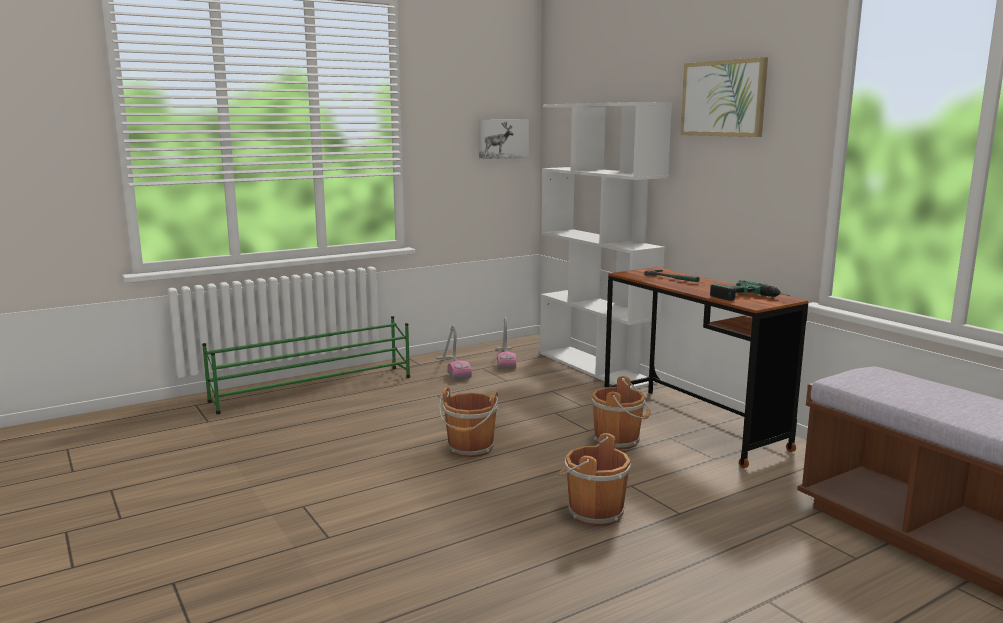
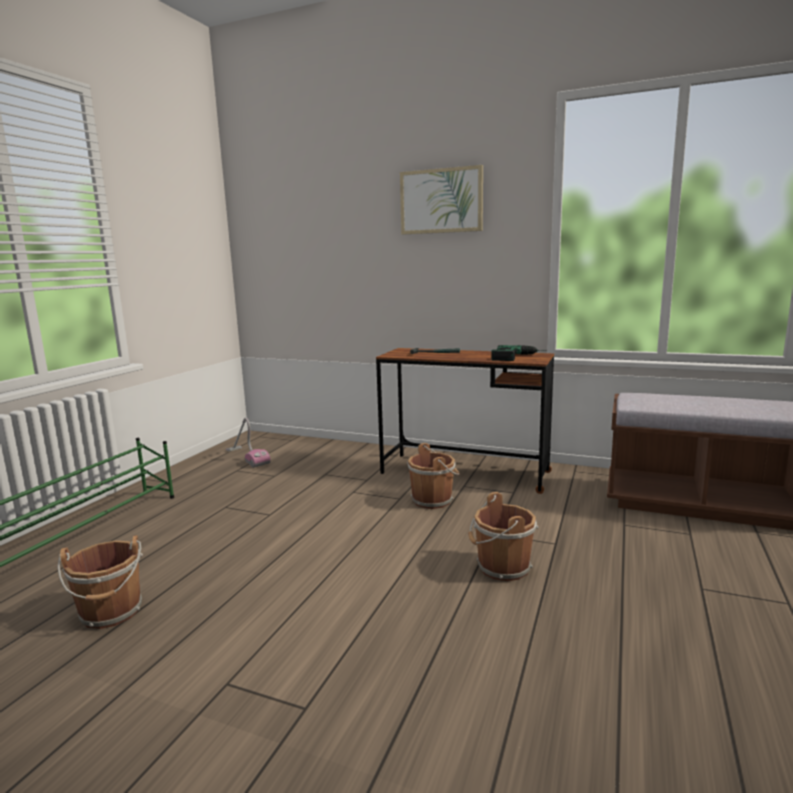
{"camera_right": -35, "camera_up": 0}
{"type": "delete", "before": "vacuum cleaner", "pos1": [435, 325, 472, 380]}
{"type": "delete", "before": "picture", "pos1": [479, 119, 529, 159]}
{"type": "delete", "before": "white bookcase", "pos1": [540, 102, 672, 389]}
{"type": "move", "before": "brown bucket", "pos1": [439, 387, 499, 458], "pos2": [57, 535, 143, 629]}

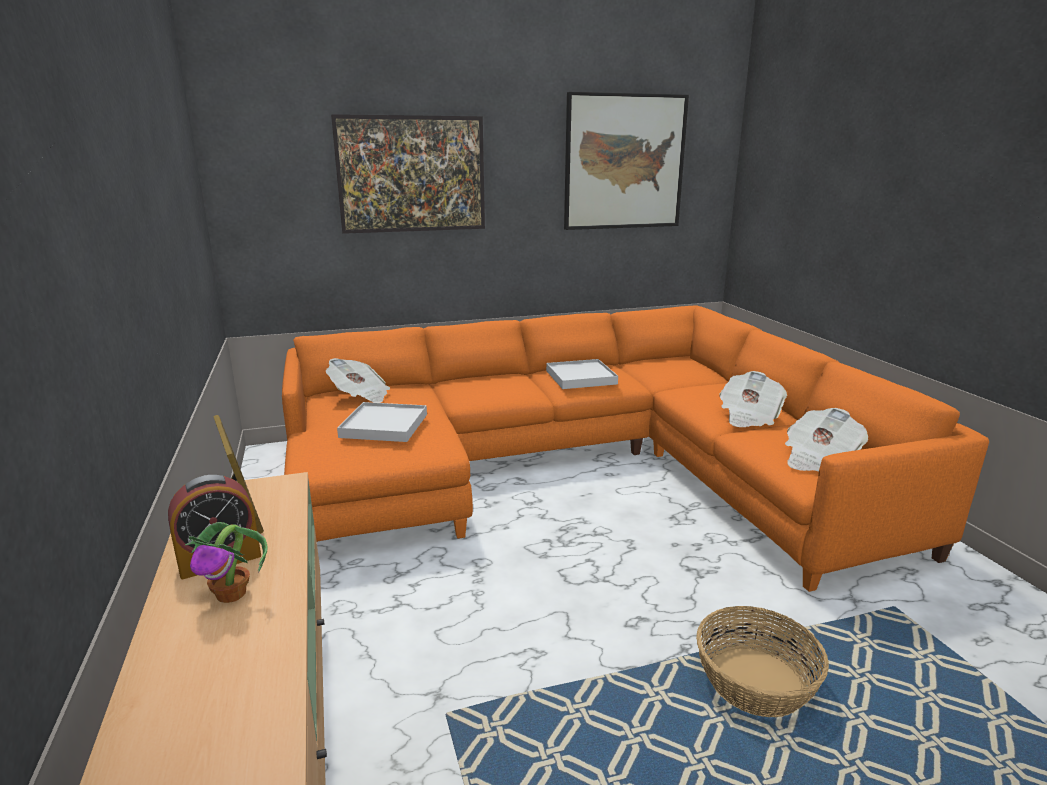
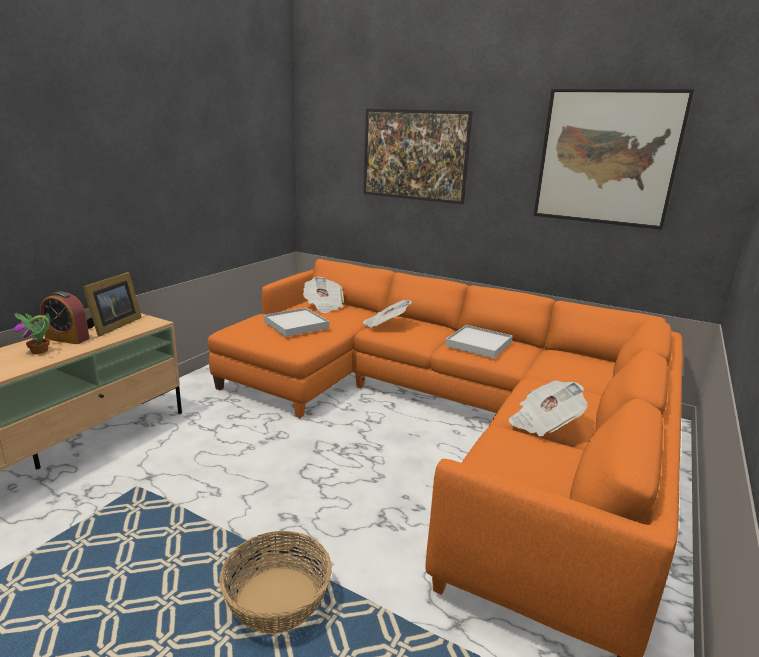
{"camera_right": 45, "camera_up": 0}
{"type": "move", "before": "newspaper", "pos1": [785, 408, 868, 471], "pos2": [363, 300, 412, 328]}

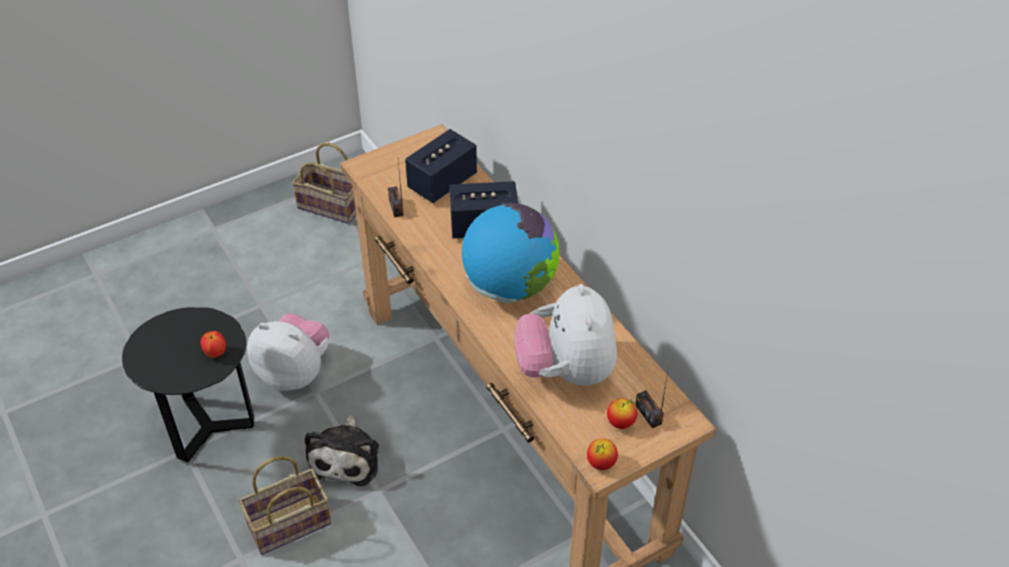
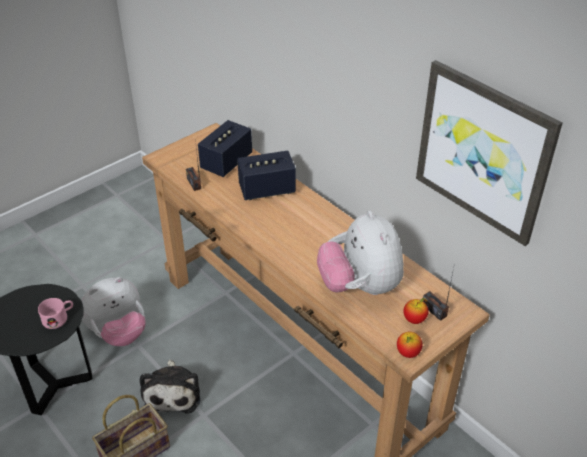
{"camera_right": -10, "camera_up": -5}
{"type": "delete", "before": "basket", "pos1": [292, 143, 356, 224]}
{"type": "delete", "before": "globe", "pos1": [462, 203, 560, 303]}
{"type": "insert", "after": "picture", "pos2": [416, 60, 562, 246]}
{"type": "replace", "before": "apple", "after": "pink mug", "pos1": [201, 331, 226, 358], "pos2": [38, 298, 73, 329]}
{"type": "rotate", "before": "plush toy", "pos1": [247, 313, 329, 391], "pos2": [81, 277, 146, 346], "turn": 135}

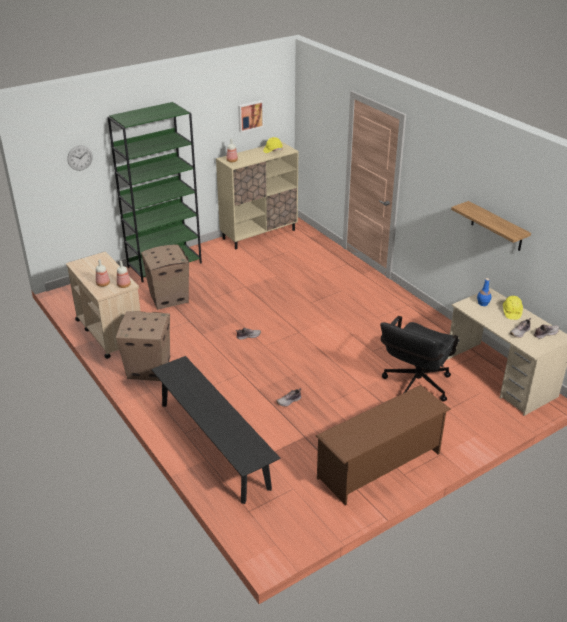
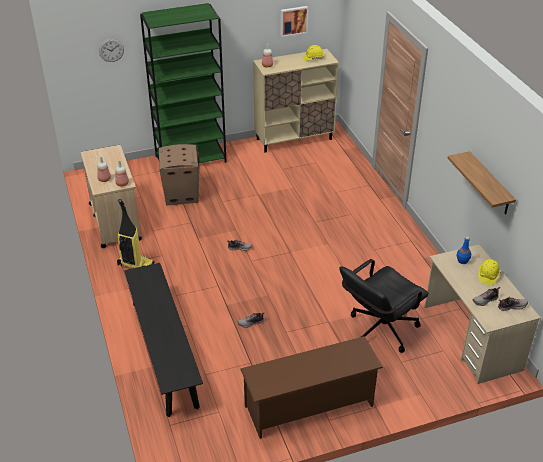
{"camera_right": 15, "camera_up": 5}
{"type": "replace", "before": "cardboard box", "after": "vacuum cleaner", "pos1": [116, 312, 170, 381], "pos2": [117, 199, 155, 269]}

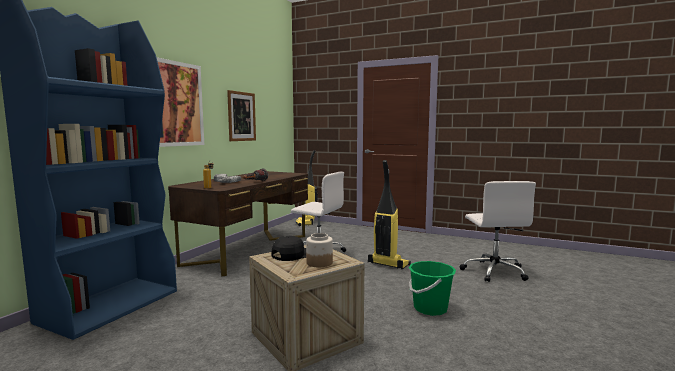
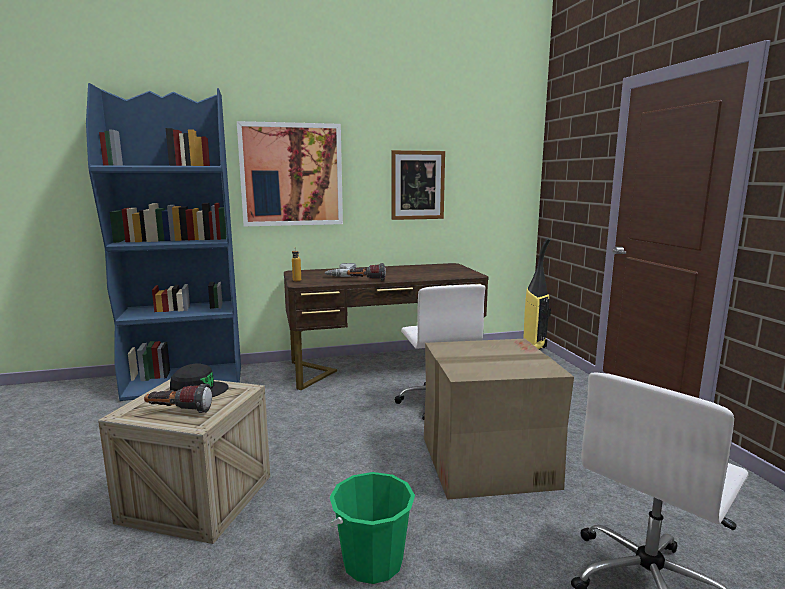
{"camera_right": 50, "camera_up": 5}
{"type": "replace", "before": "jar", "after": "flashlight", "pos1": [306, 233, 333, 267], "pos2": [144, 384, 212, 413]}
{"type": "replace", "before": "vacuum cleaner", "after": "cardboard box", "pos1": [368, 160, 411, 269], "pos2": [424, 339, 574, 500]}

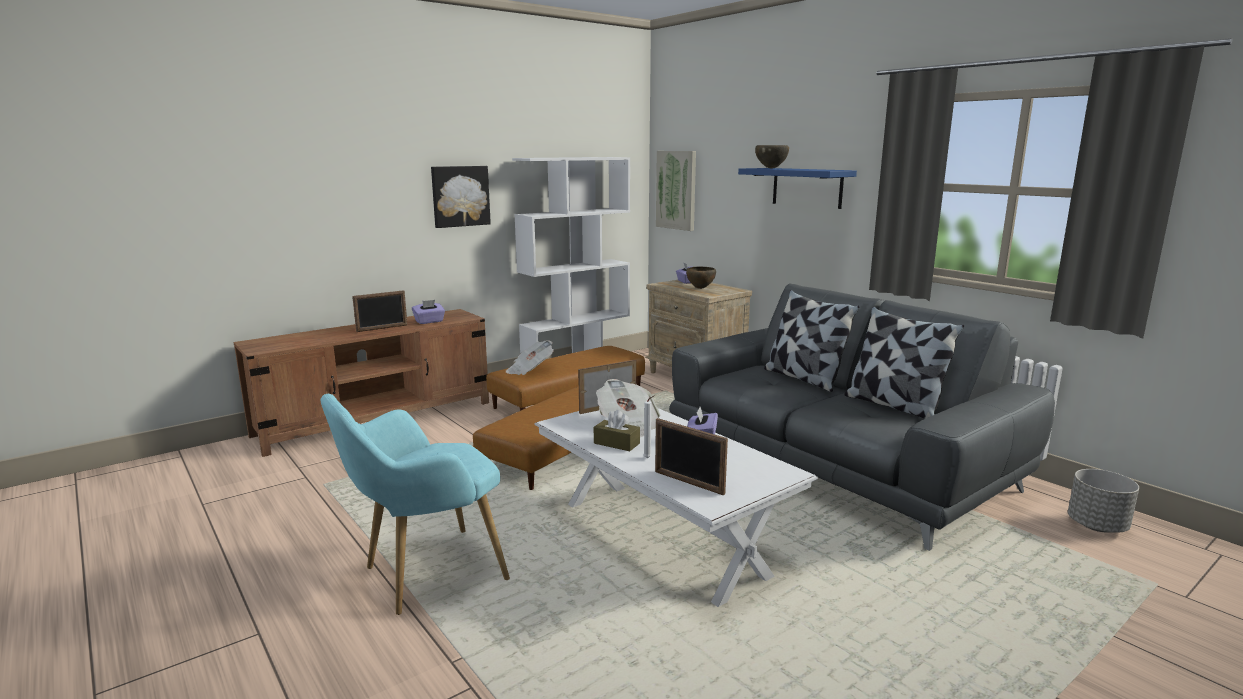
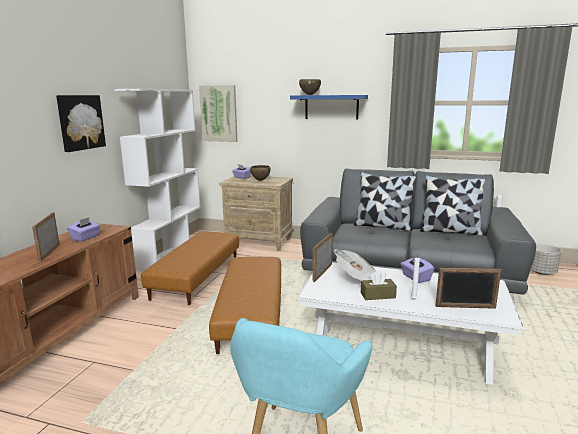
{"camera_right": -35, "camera_up": 0}
{"type": "delete", "before": "newspaper", "pos1": [506, 340, 553, 375]}
{"type": "rotate", "before": "picture frame", "pos1": [352, 290, 407, 332], "pos2": [32, 212, 60, 262], "turn": 150}

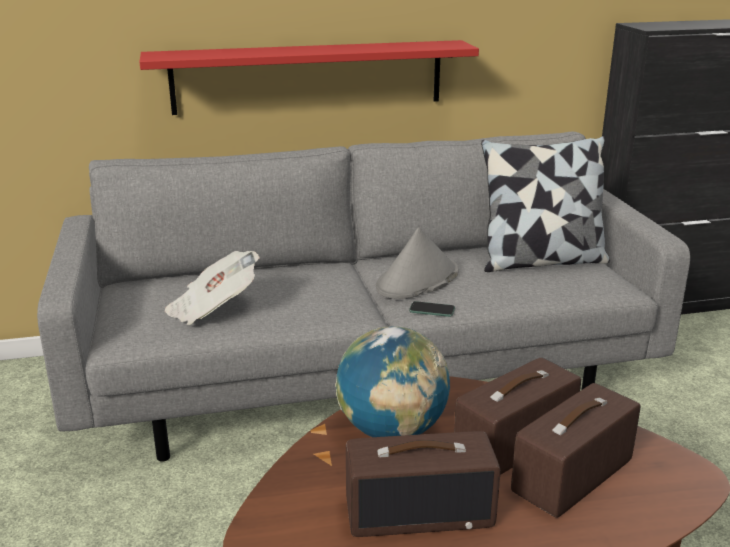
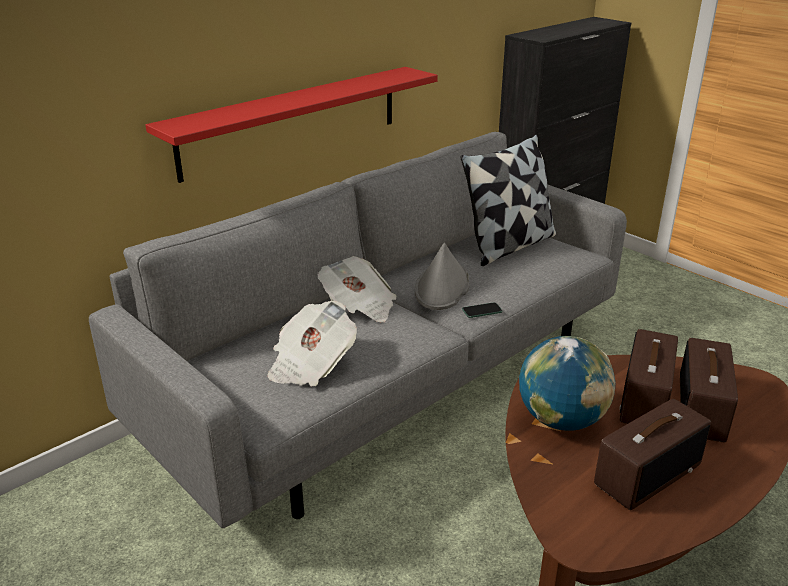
{"camera_right": -30, "camera_up": 5}
{"type": "insert", "after": "newspaper", "pos2": [317, 256, 397, 322]}

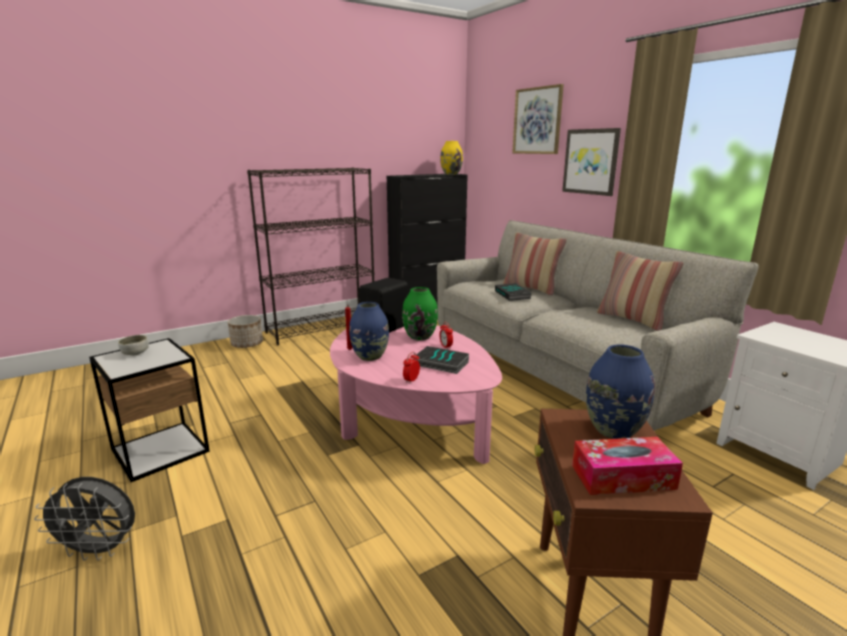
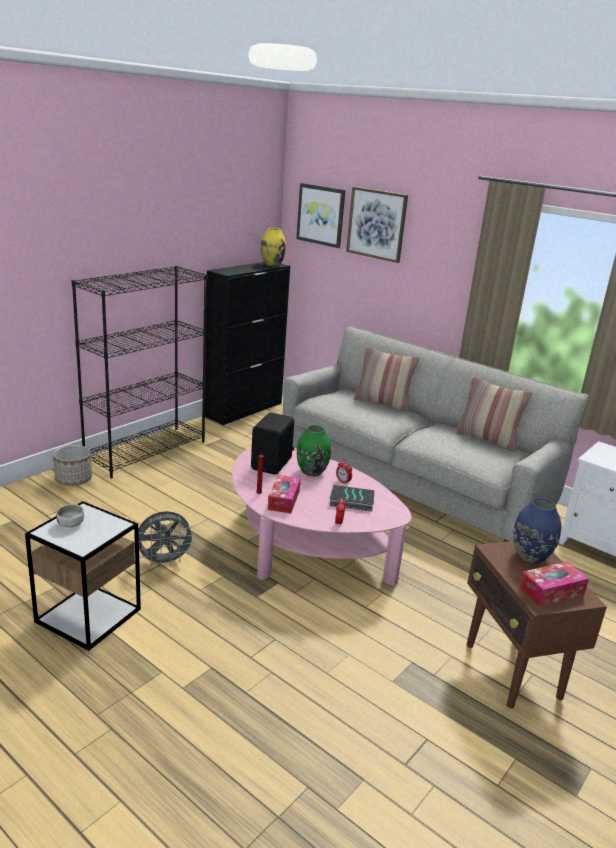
{"camera_right": -20, "camera_up": 5}
{"type": "delete", "before": "book", "pos1": [495, 283, 532, 301]}
{"type": "move", "before": "grey fan", "pos1": [34, 477, 135, 561], "pos2": [134, 511, 196, 567]}
{"type": "move", "before": "picture", "pos1": [562, 128, 621, 196], "pos2": [296, 183, 345, 248]}
{"type": "replace", "before": "blue vase", "after": "tissue box", "pos1": [349, 302, 389, 361], "pos2": [268, 475, 301, 513]}

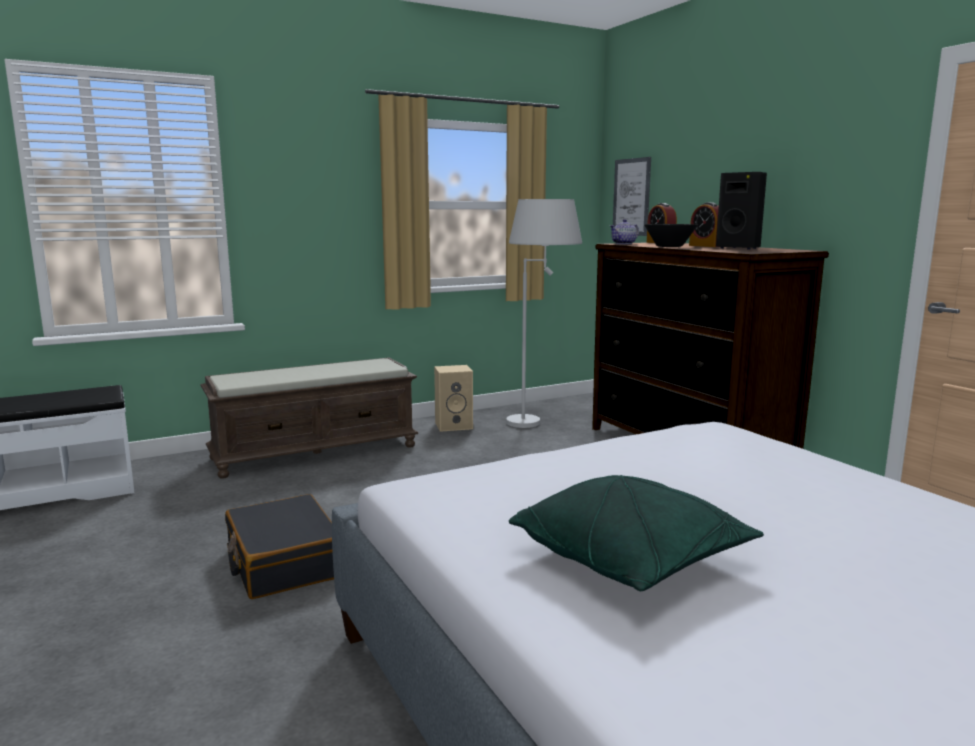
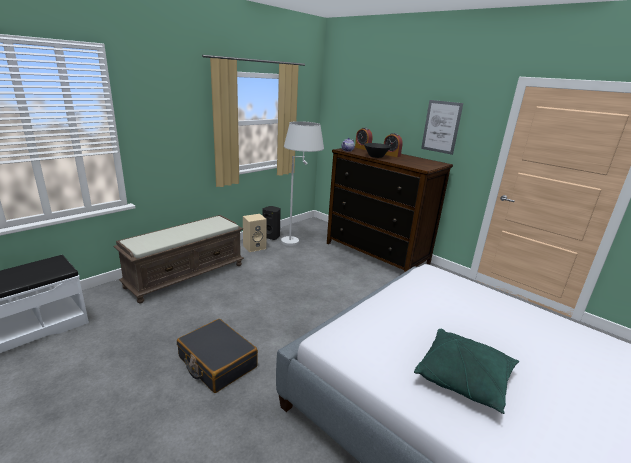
{"camera_right": -20, "camera_up": 10}
{"type": "move", "before": "picture", "pos1": [613, 157, 651, 236], "pos2": [421, 100, 463, 155]}
{"type": "move", "before": "black speaker", "pos1": [716, 172, 767, 250], "pos2": [262, 206, 281, 240]}

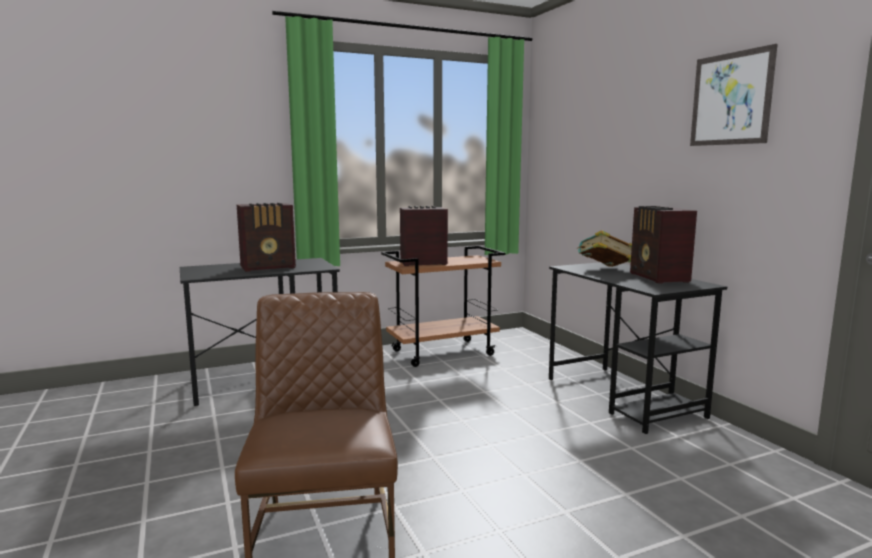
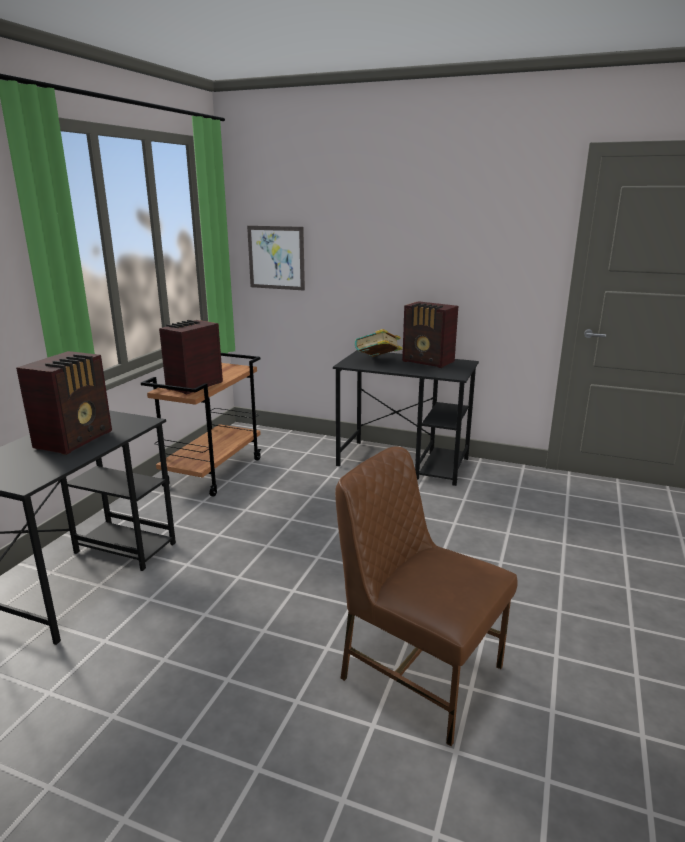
{"camera_right": -45, "camera_up": 10}
{"type": "move", "before": "picture", "pos1": [690, 44, 778, 146], "pos2": [247, 226, 305, 290]}

